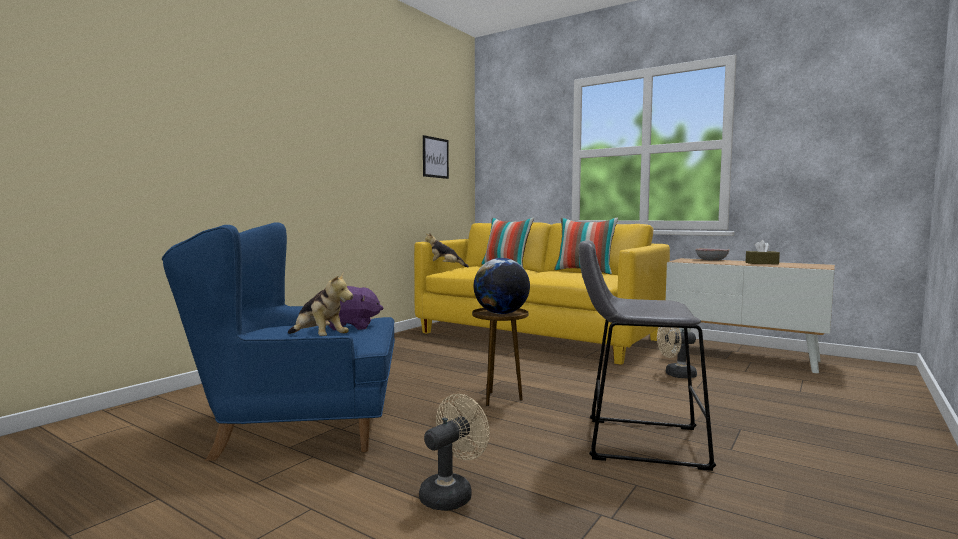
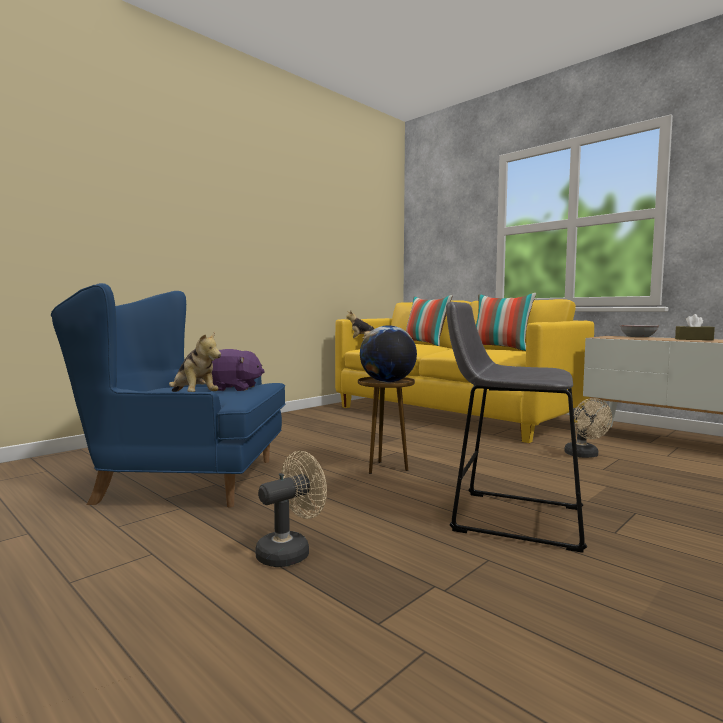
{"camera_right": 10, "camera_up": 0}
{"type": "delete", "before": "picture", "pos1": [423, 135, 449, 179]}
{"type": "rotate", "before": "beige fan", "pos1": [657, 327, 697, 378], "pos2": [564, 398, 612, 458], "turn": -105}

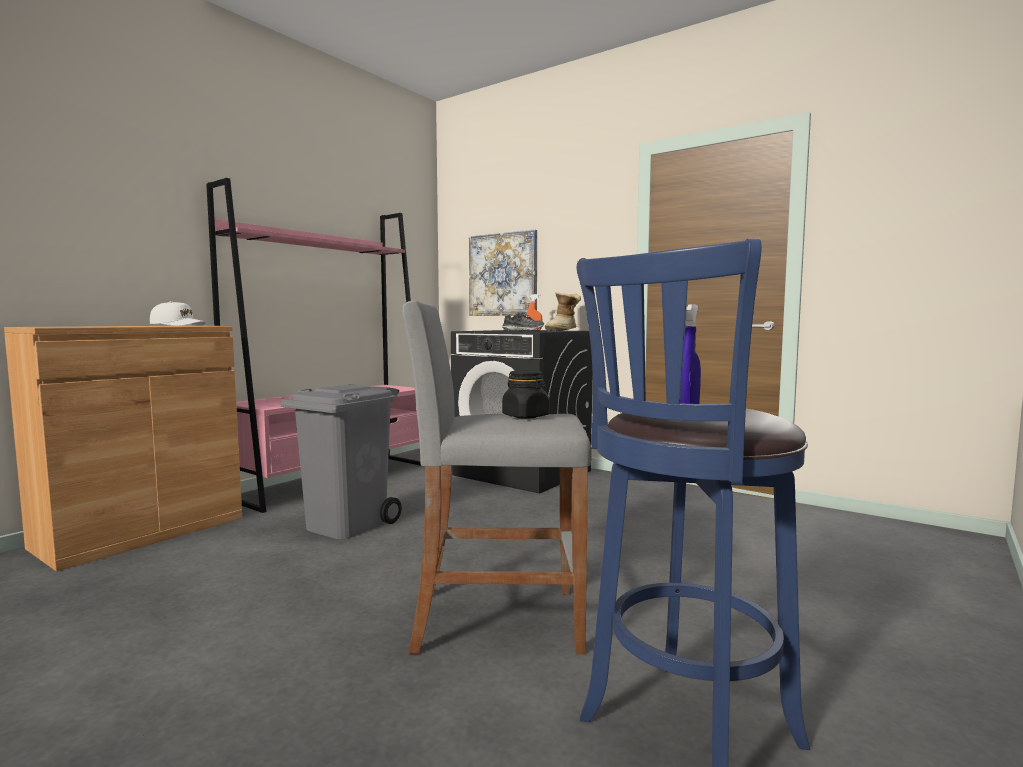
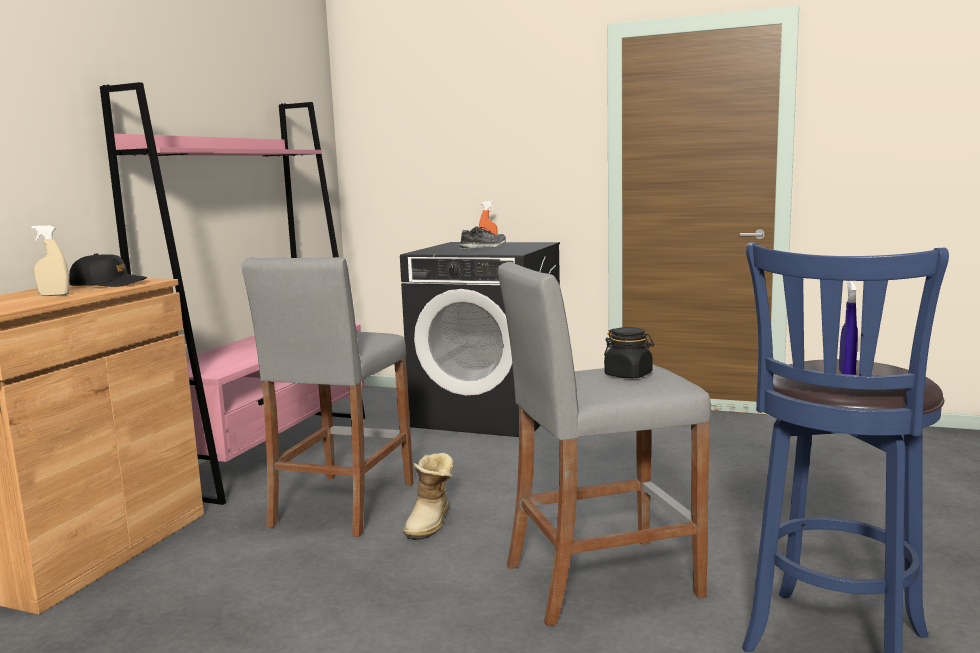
{"camera_right": -15, "camera_up": 5}
{"type": "delete", "before": "picture", "pos1": [469, 229, 537, 316]}
{"type": "insert", "after": "beige spray bottle", "pos2": [32, 225, 69, 296]}
{"type": "move", "before": "boot", "pos1": [545, 292, 581, 331], "pos2": [403, 453, 454, 541]}
{"type": "replace", "before": "grey trash can", "after": "grey stool", "pos1": [280, 384, 402, 539], "pos2": [242, 257, 414, 537]}
{"type": "recolor", "before": "white cap", "after": "black cap", "pos1": [150, 301, 206, 326], "pos2": [69, 253, 147, 287]}

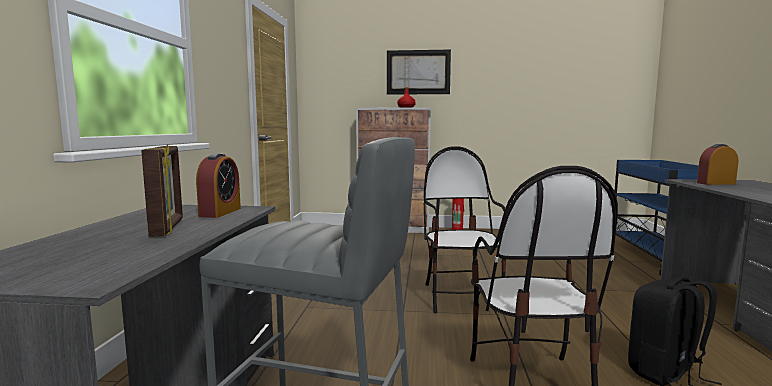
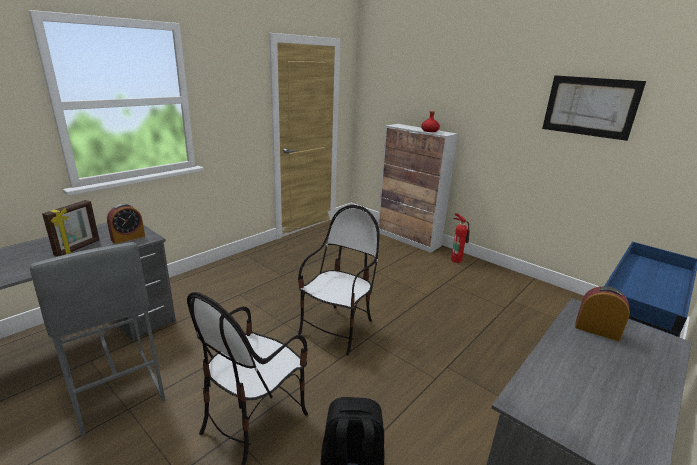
{"camera_right": 35, "camera_up": 15}
{"type": "move", "before": "picture", "pos1": [387, 49, 451, 95], "pos2": [542, 75, 646, 141]}

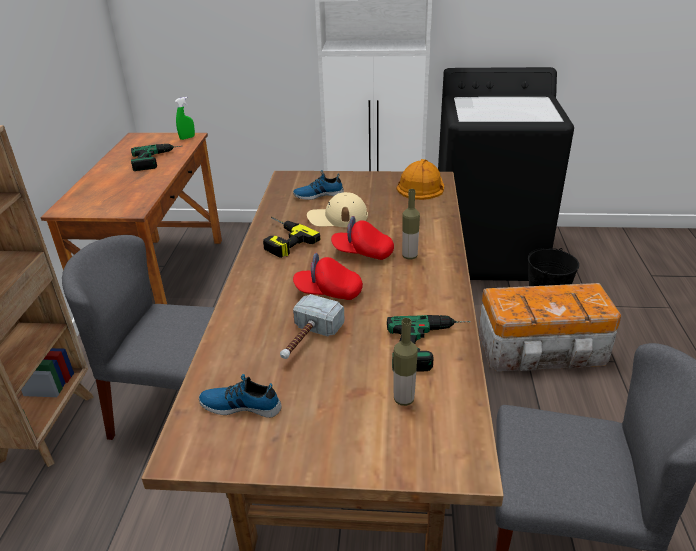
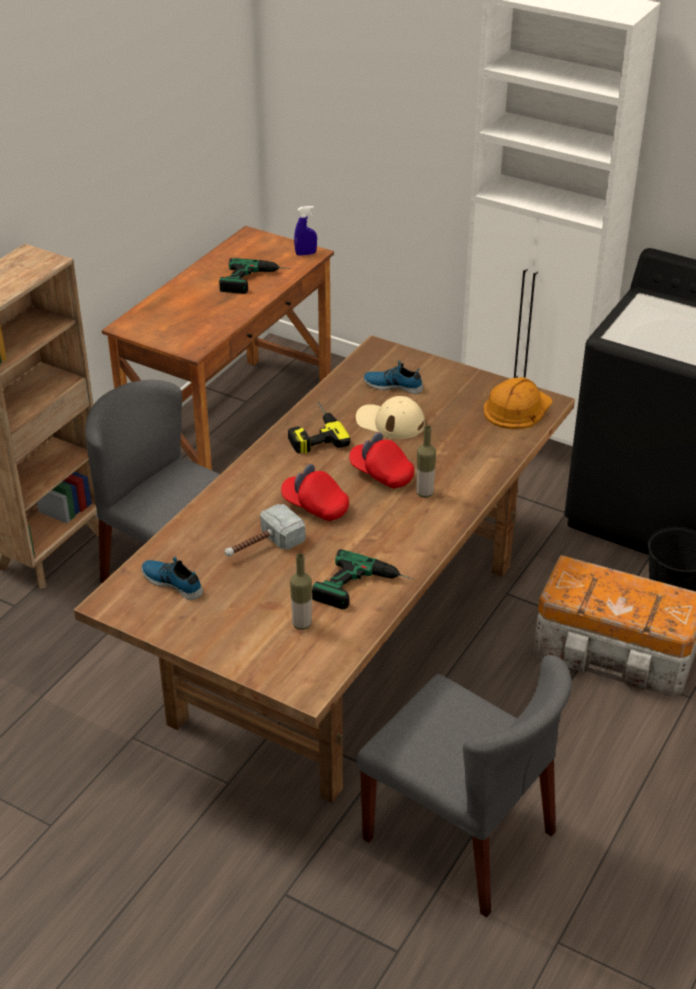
{"camera_right": 25, "camera_up": 5}
{"type": "recolor", "before": "green spray bottle", "after": "blue spray bottle", "pos1": [175, 97, 195, 140], "pos2": [294, 206, 317, 256]}

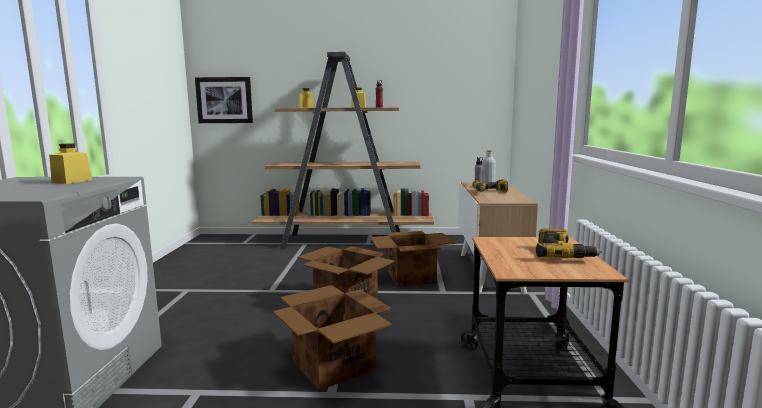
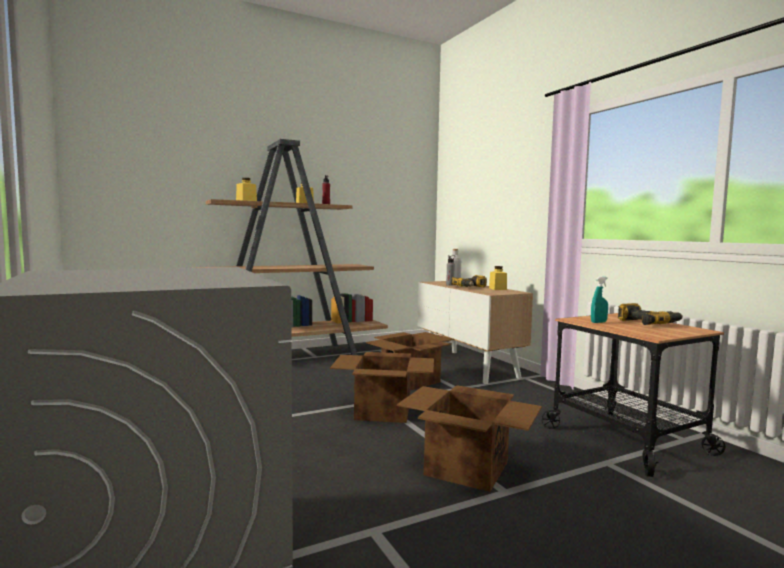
{"camera_right": -30, "camera_up": -5}
{"type": "delete", "before": "picture", "pos1": [195, 77, 253, 123]}
{"type": "insert", "after": "turquoise spray bottle", "pos2": [591, 277, 608, 323]}
{"type": "move", "before": "yellow jar", "pos1": [49, 143, 92, 184], "pos2": [489, 266, 507, 290]}

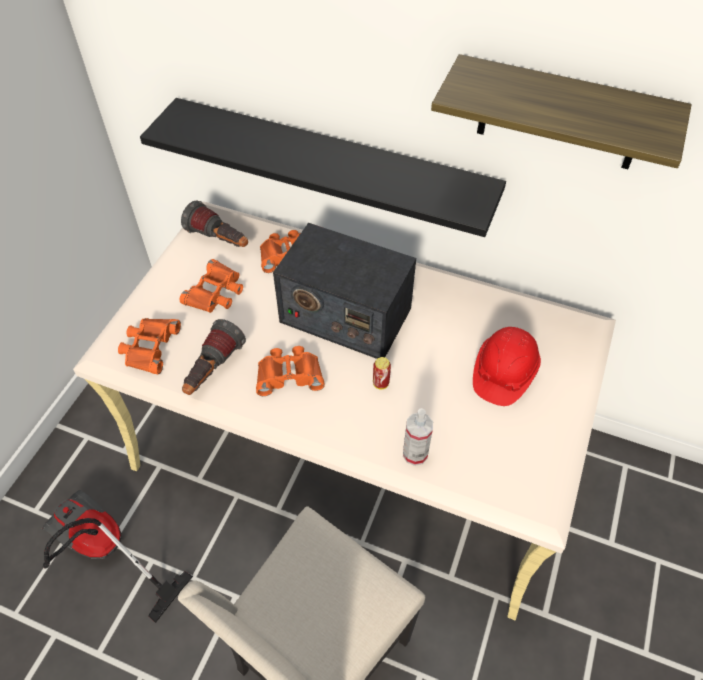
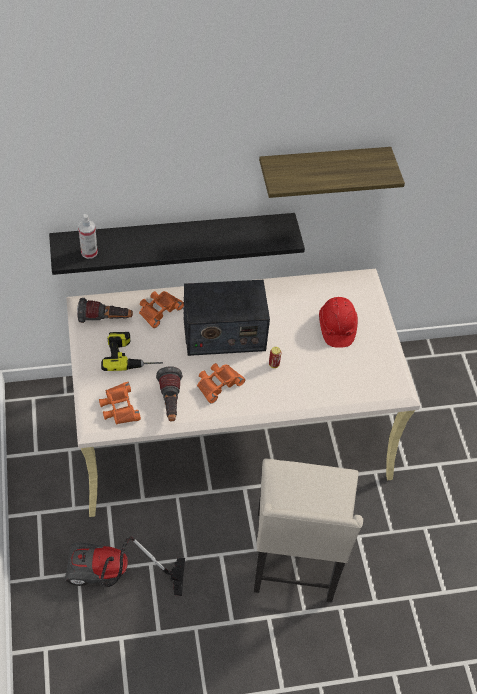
{"camera_right": -35, "camera_up": 0}
{"type": "move", "before": "spray bottle", "pos1": [403, 408, 433, 466], "pos2": [78, 214, 98, 259]}
{"type": "replace", "before": "orange binoculars", "after": "power drill", "pos1": [180, 259, 243, 313], "pos2": [101, 332, 163, 371]}

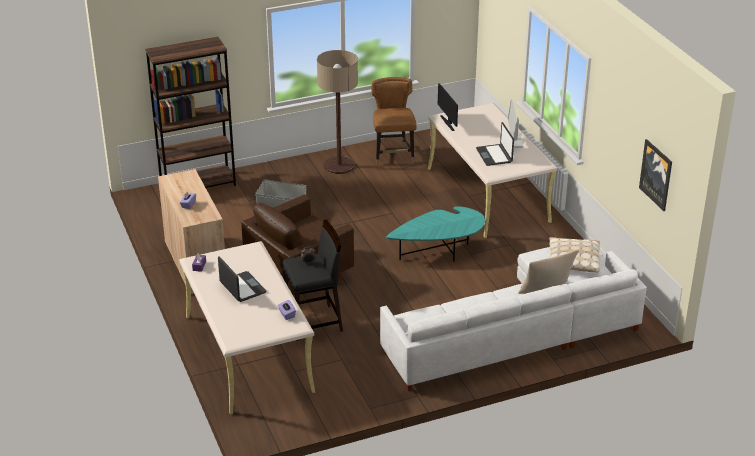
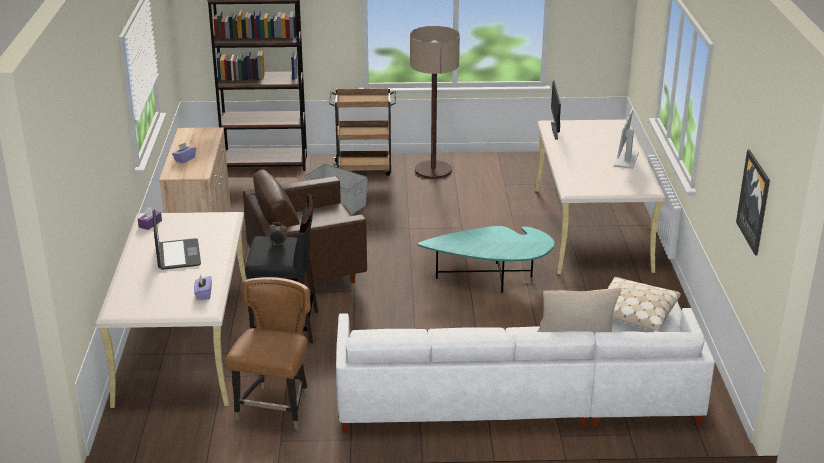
{"camera_right": 20, "camera_up": -5}
{"type": "delete", "before": "laptop", "pos1": [476, 122, 514, 166]}
{"type": "insert", "after": "brown cart", "pos2": [329, 88, 396, 176]}
{"type": "move", "before": "brown chair", "pos1": [371, 77, 417, 164], "pos2": [225, 277, 311, 429]}

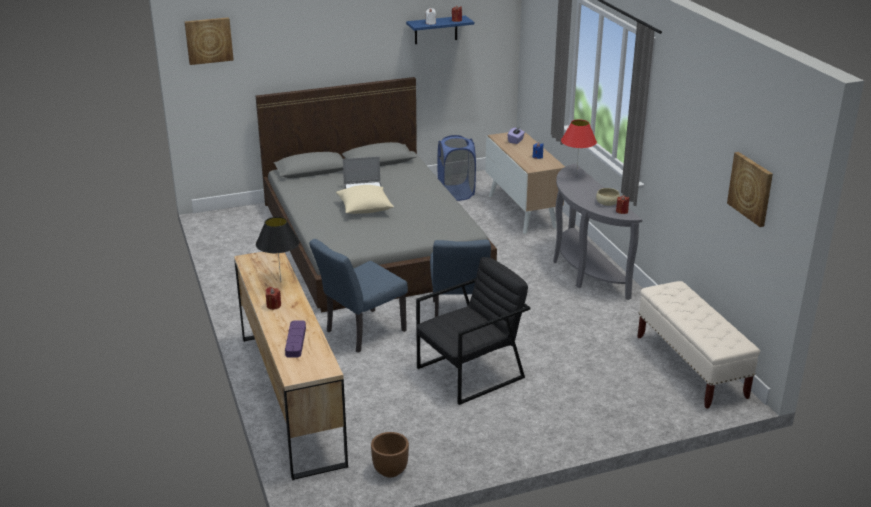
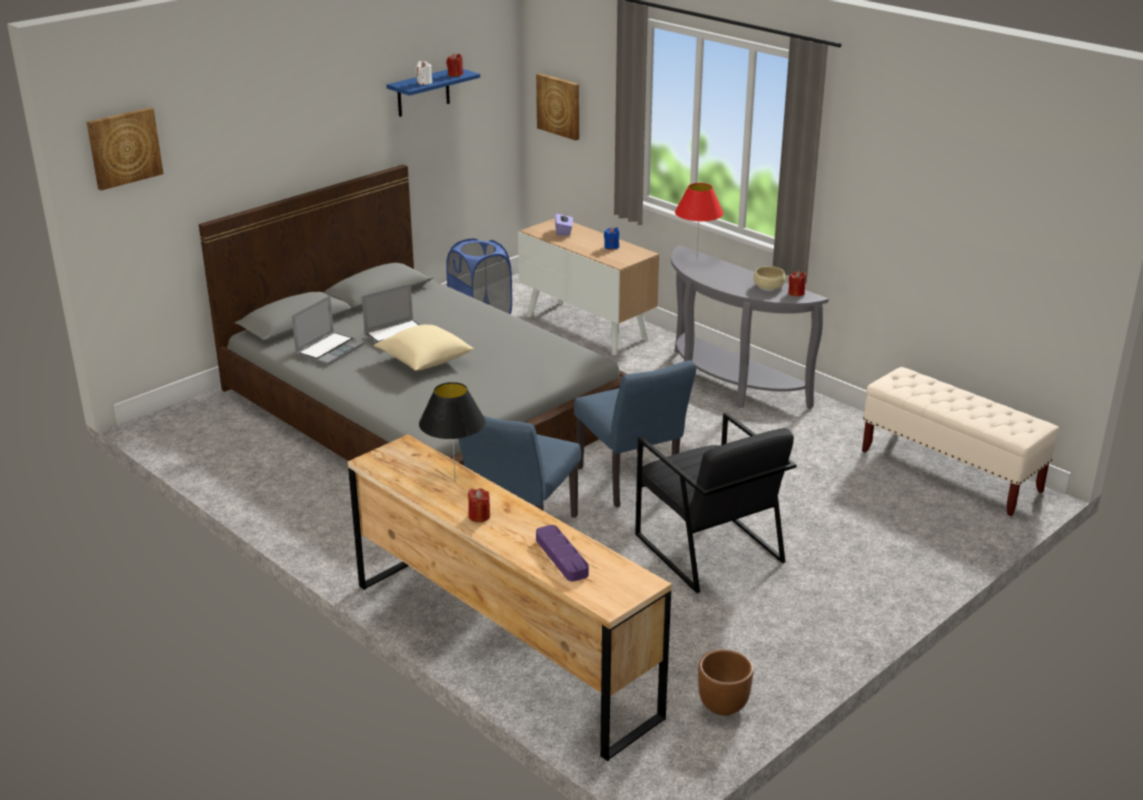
{"camera_right": -25, "camera_up": 0}
{"type": "insert", "after": "laptop", "pos2": [292, 295, 365, 365]}
{"type": "move", "before": "picture", "pos1": [727, 152, 773, 227], "pos2": [536, 73, 579, 140]}
{"type": "rotate", "before": "black armchair", "pos1": [416, 257, 530, 405], "pos2": [635, 412, 797, 593], "turn": 120}

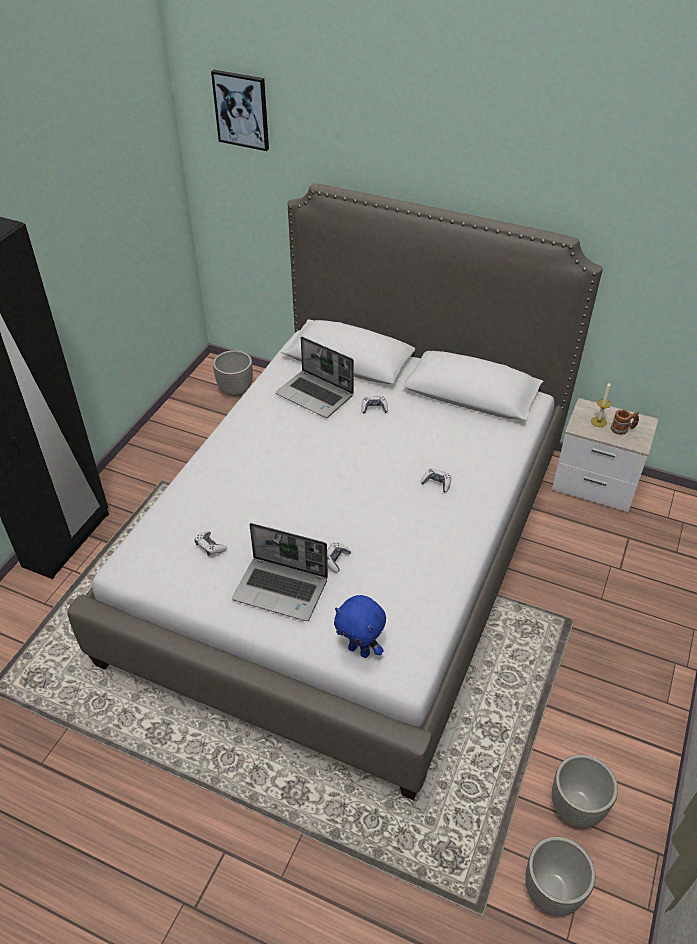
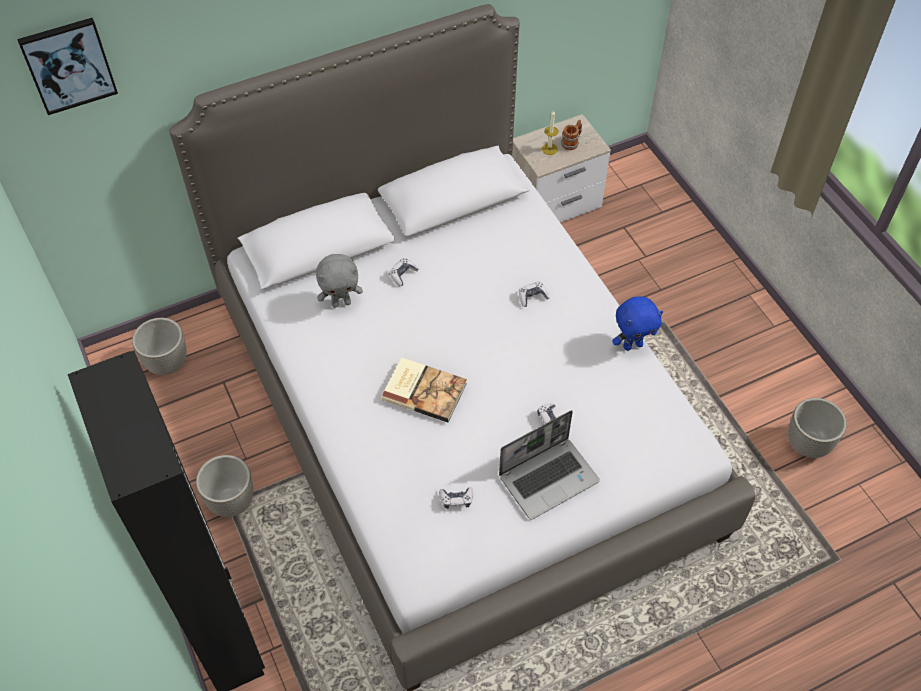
{"camera_right": -50, "camera_up": 10}
{"type": "insert", "after": "book", "pos2": [381, 358, 467, 423]}
{"type": "move", "before": "blue plush toy", "pos1": [334, 595, 386, 658], "pos2": [612, 296, 663, 351]}
{"type": "move", "before": "planter", "pos1": [526, 837, 595, 916], "pos2": [196, 455, 253, 517]}
{"type": "replace", "before": "laptop", "after": "grey plush toy", "pos1": [276, 336, 354, 418], "pos2": [316, 254, 363, 308]}

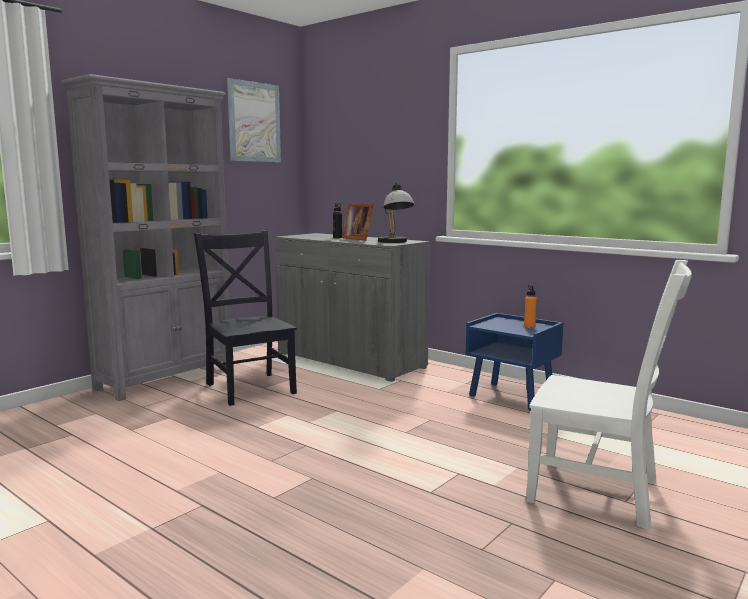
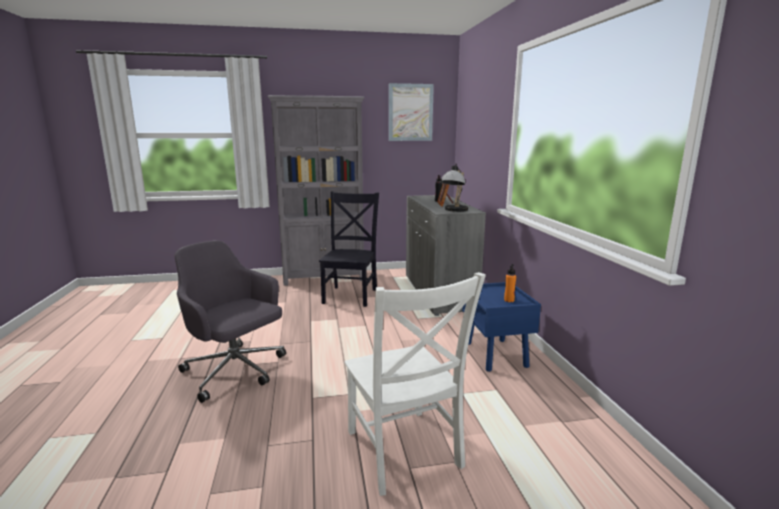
{"camera_right": 40, "camera_up": 5}
{"type": "insert", "after": "grey office chair", "pos2": [175, 240, 286, 403]}

